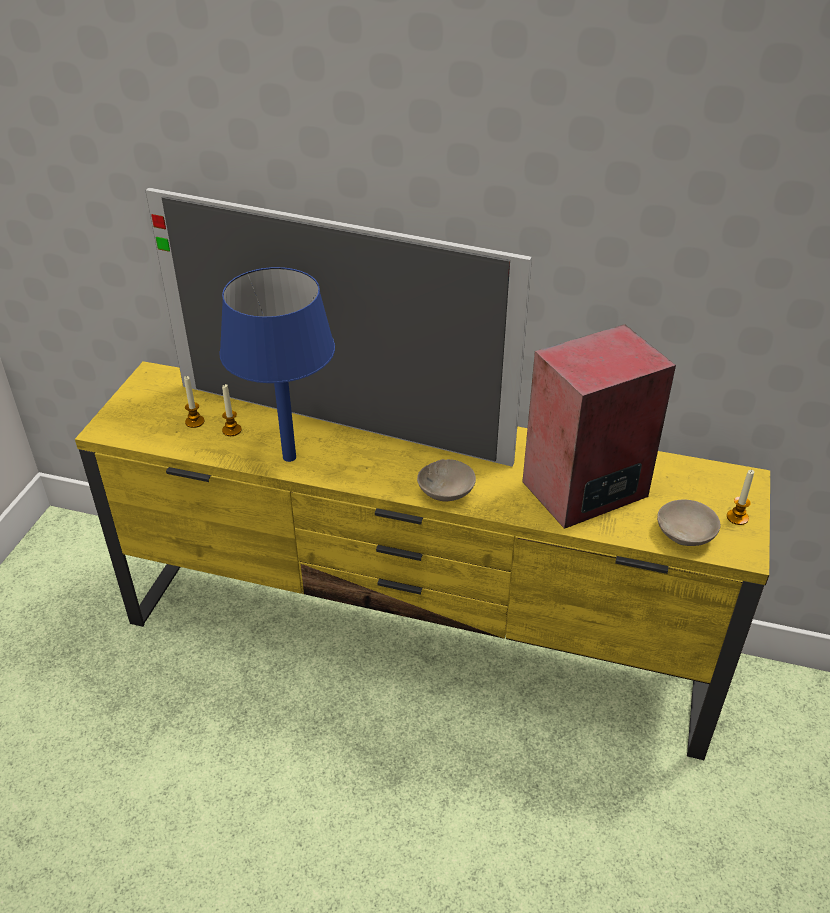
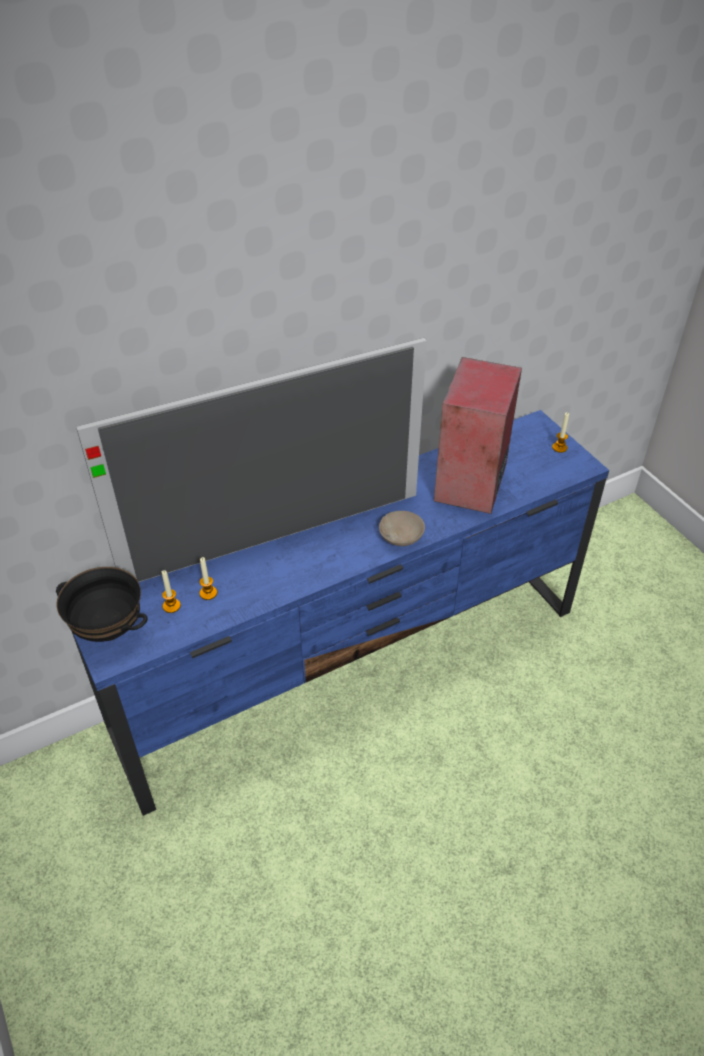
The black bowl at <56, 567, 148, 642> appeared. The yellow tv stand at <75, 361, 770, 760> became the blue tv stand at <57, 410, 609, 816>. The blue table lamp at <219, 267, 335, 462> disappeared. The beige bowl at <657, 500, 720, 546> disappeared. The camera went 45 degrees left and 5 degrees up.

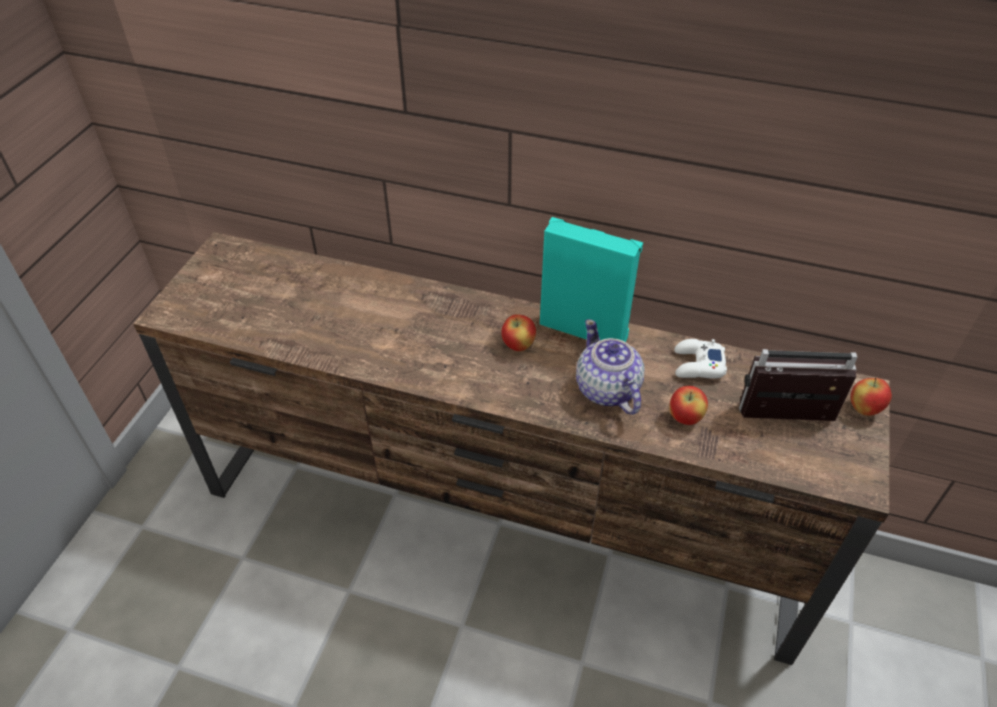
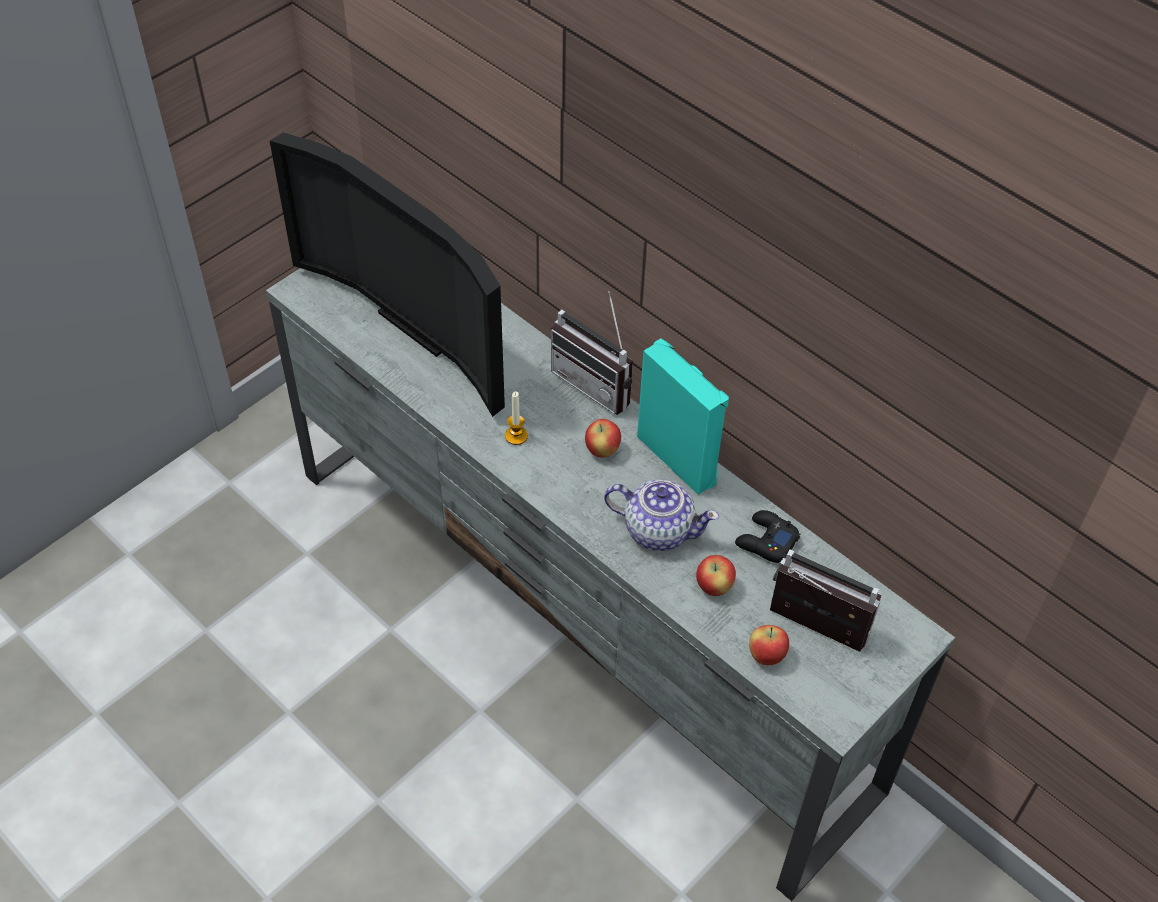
The brown tv stand at <133, 232, 890, 665> became the grey tv stand at <266, 268, 955, 902>. The television at <270, 133, 505, 417> appeared. The candle at <505, 391, 528, 445> appeared. The radio at <551, 291, 633, 415> appeared. The teapot at <576, 319, 644, 415> turned 105 degrees clockwise. The white game controller at <674, 339, 727, 379> became the black game controller at <735, 510, 800, 563>. The apple moved from <851, 378, 892, 416> to <749, 625, 789, 665>. The camera went 25 degrees right and 5 degrees up.

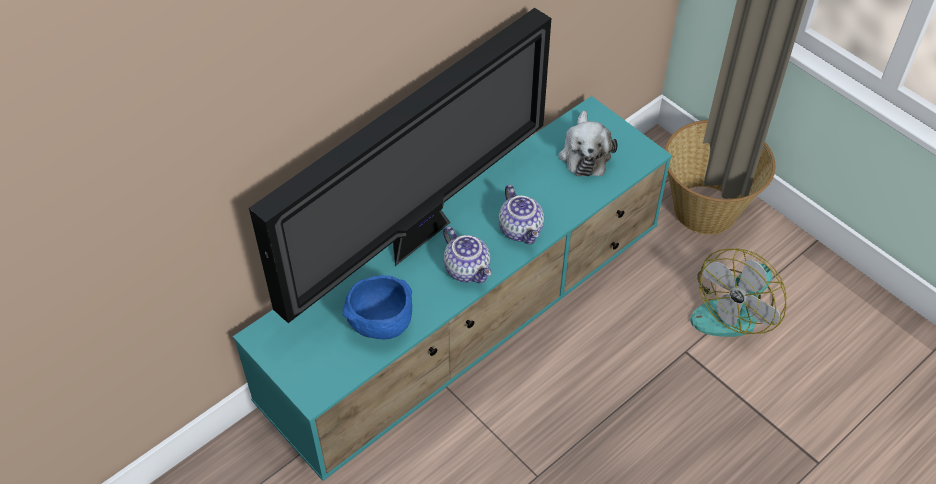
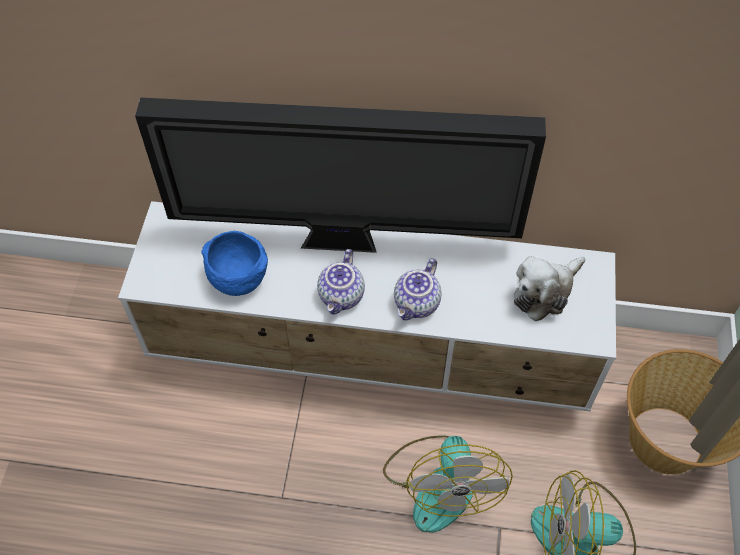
The turquoise tv stand at <233, 96, 672, 481> became the white tv stand at <118, 201, 616, 412>. The fan at <383, 436, 513, 533> appeared. The camera went 50 degrees right and 5 degrees up.

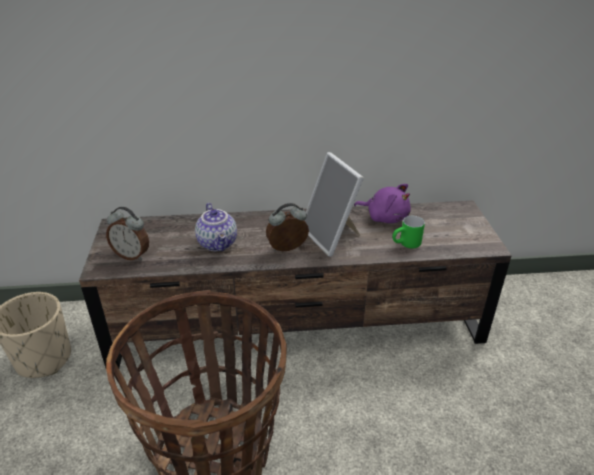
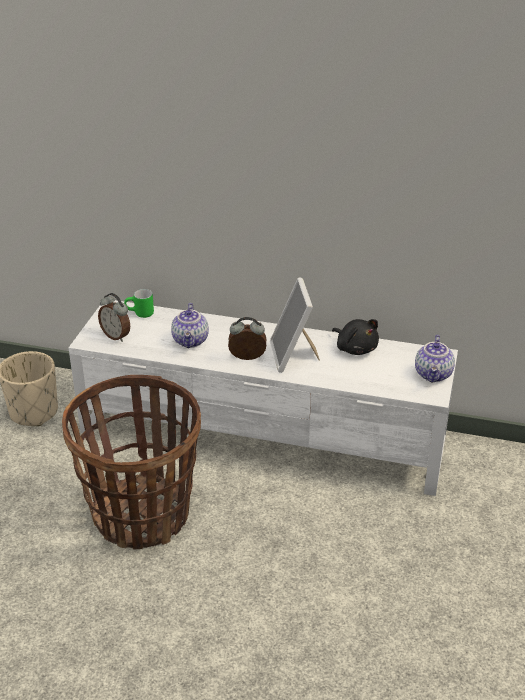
The brown tv stand at <79, 201, 512, 368> became the white tv stand at <69, 300, 458, 496>. The green mug moved from <392, 216, 425, 248> to <124, 289, 154, 318>. The purple plush toy at <354, 184, 411, 223> became the black plush toy at <332, 319, 379, 355>. The teapot at <415, 335, 455, 382> appeared. The camera went 20 degrees right and 0 degrees up.

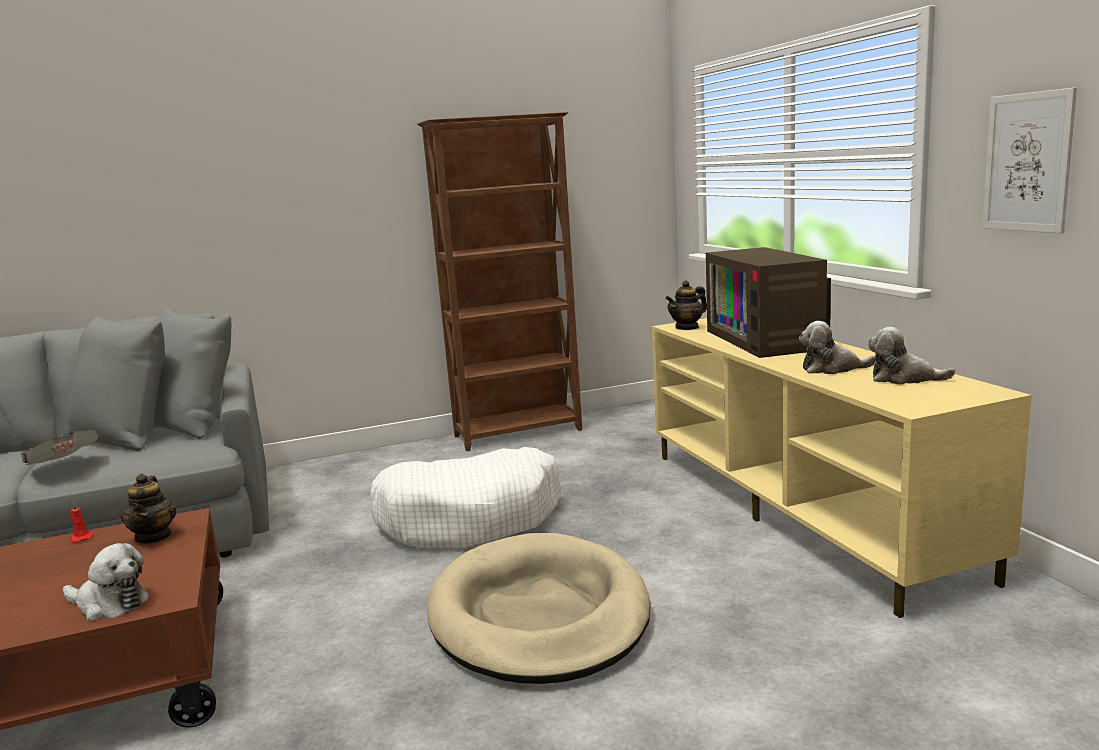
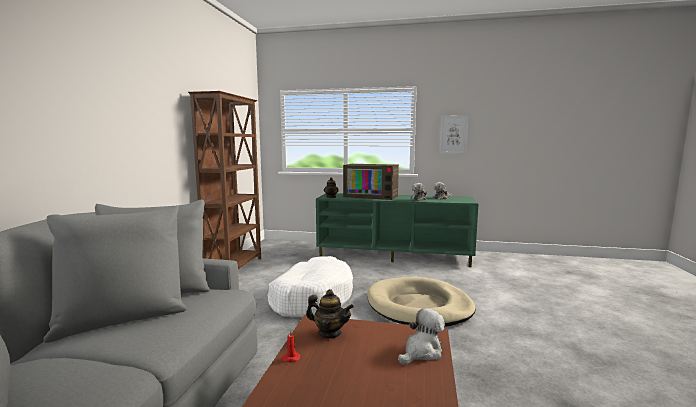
The beige tv stand at <652, 318, 1032, 618> became the green tv stand at <316, 193, 478, 267>. The newspaper at <21, 430, 100, 465> disappeared. The camera went 60 degrees left and 5 degrees down.

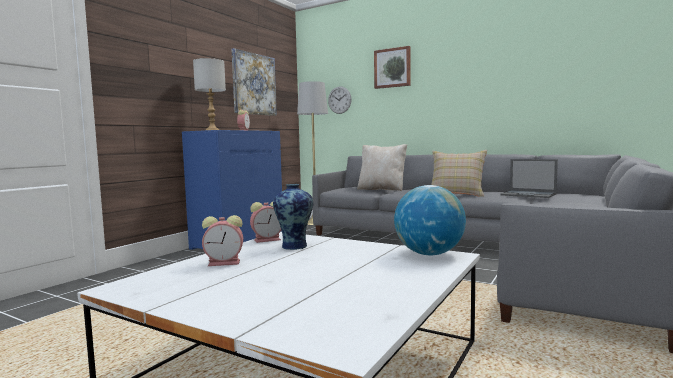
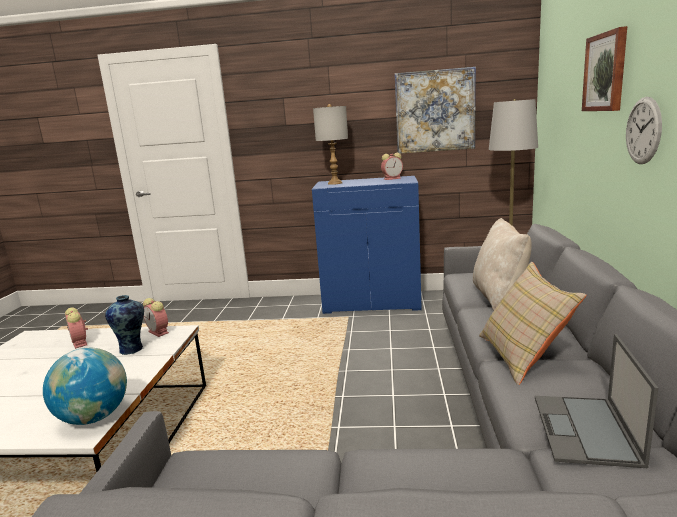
The wall clock moved from <328, 86, 352, 114> to <626, 97, 662, 164>. The camera went 65 degrees right and 10 degrees up.

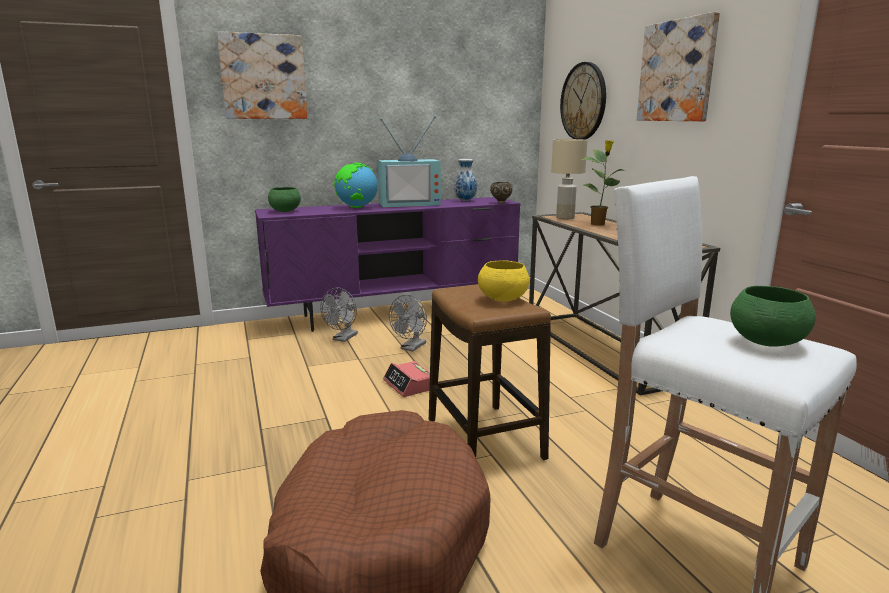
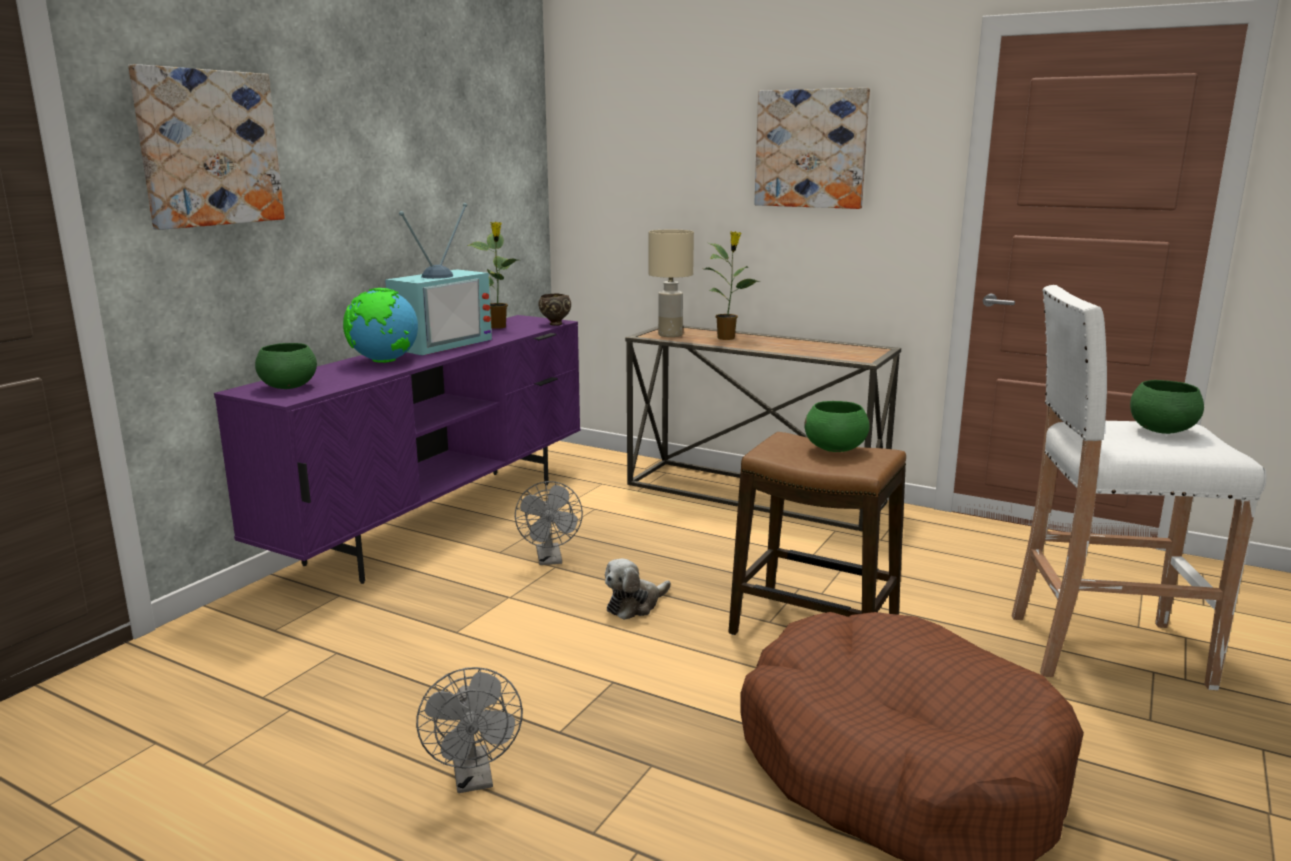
The grey fan moved from <320, 288, 358, 342> to <416, 667, 523, 793>. The vase at <454, 159, 477, 201> was replaced by the potted plant at <467, 222, 517, 329>. The alarm clock at <383, 361, 430, 397> was replaced by the plush toy at <605, 558, 671, 620>. The yellow bowl at <478, 260, 530, 302> became the green bowl at <804, 401, 870, 452>. The wall clock at <560, 62, 606, 140> disappeared. The camera went 40 degrees left and 0 degrees up.

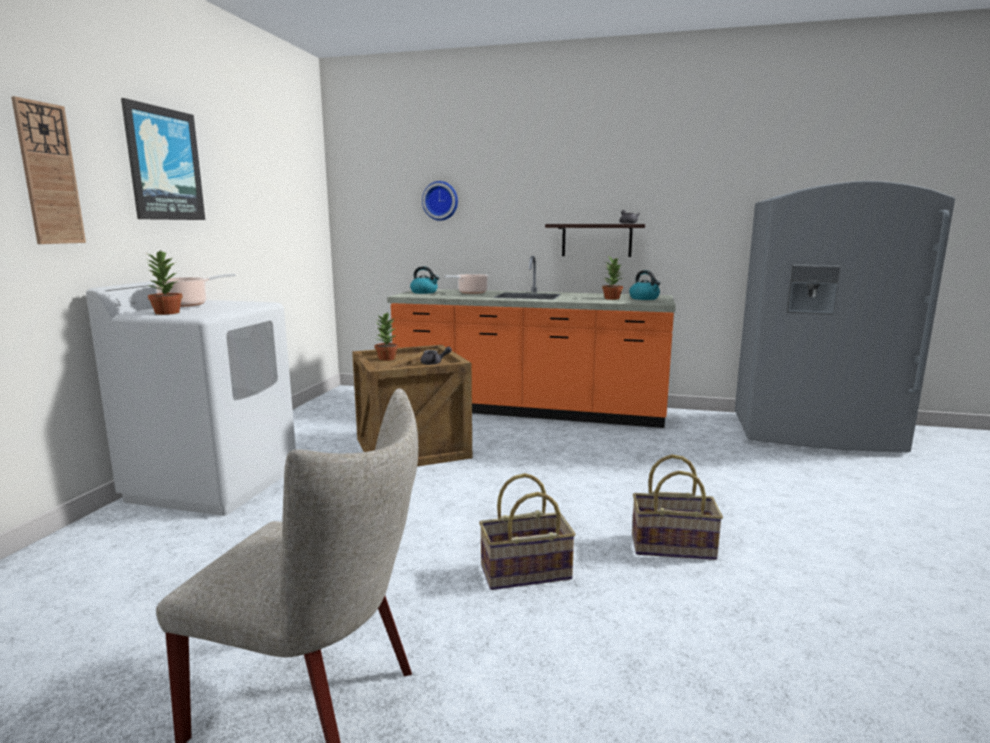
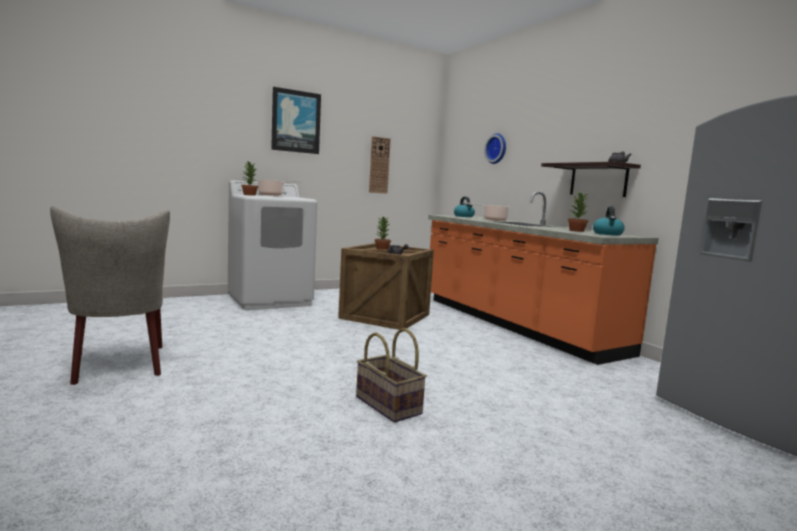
The wall clock moved from <11, 96, 86, 244> to <369, 136, 391, 194>. The basket at <479, 473, 576, 590> disappeared. The camera went 45 degrees right and 5 degrees down.

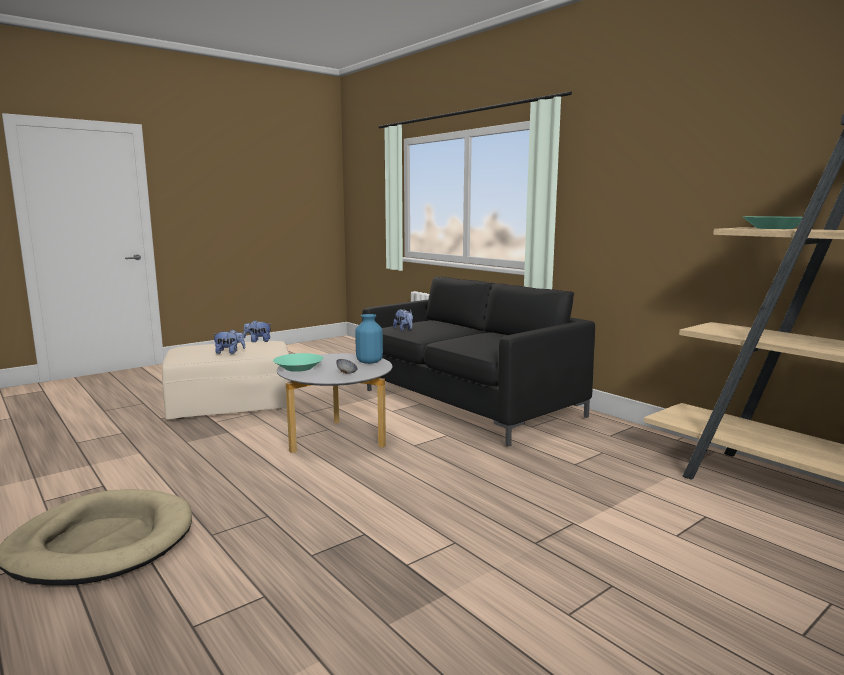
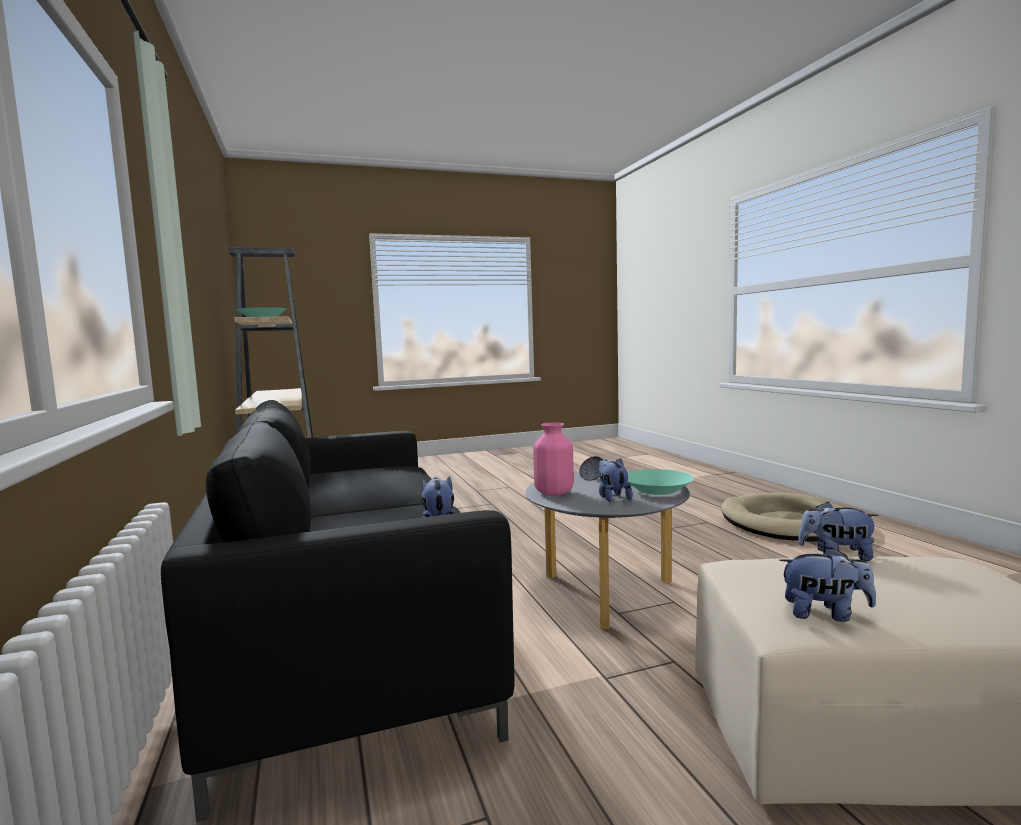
The blue vase at <355, 314, 383, 364> became the pink vase at <533, 422, 574, 496>. The plush toy at <599, 458, 633, 502> appeared. The camera went 160 degrees left and 5 degrees down.

